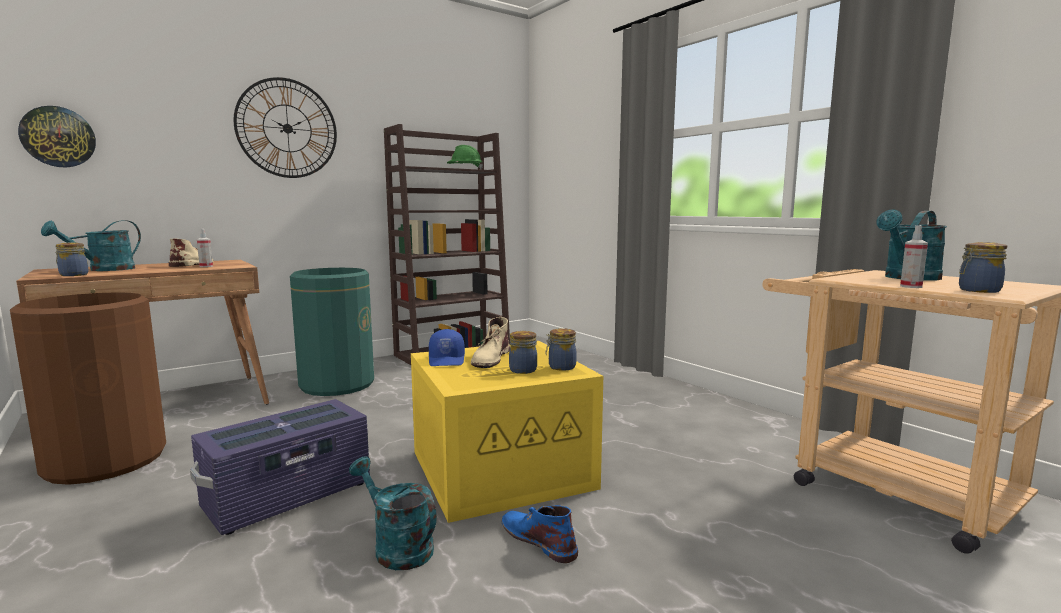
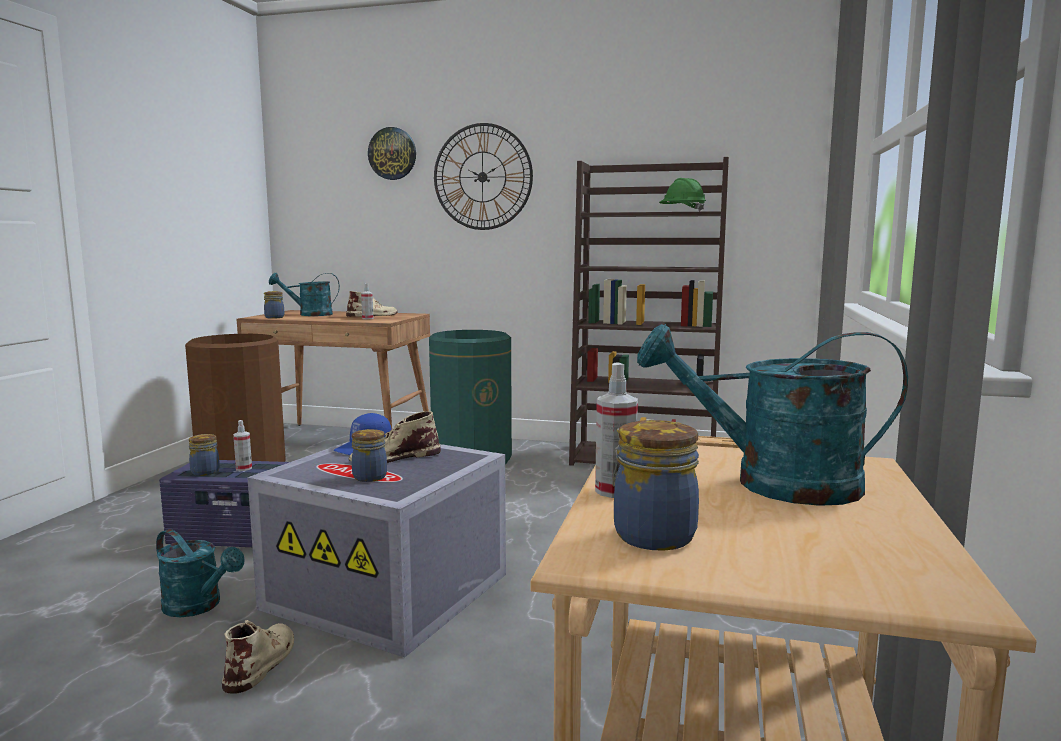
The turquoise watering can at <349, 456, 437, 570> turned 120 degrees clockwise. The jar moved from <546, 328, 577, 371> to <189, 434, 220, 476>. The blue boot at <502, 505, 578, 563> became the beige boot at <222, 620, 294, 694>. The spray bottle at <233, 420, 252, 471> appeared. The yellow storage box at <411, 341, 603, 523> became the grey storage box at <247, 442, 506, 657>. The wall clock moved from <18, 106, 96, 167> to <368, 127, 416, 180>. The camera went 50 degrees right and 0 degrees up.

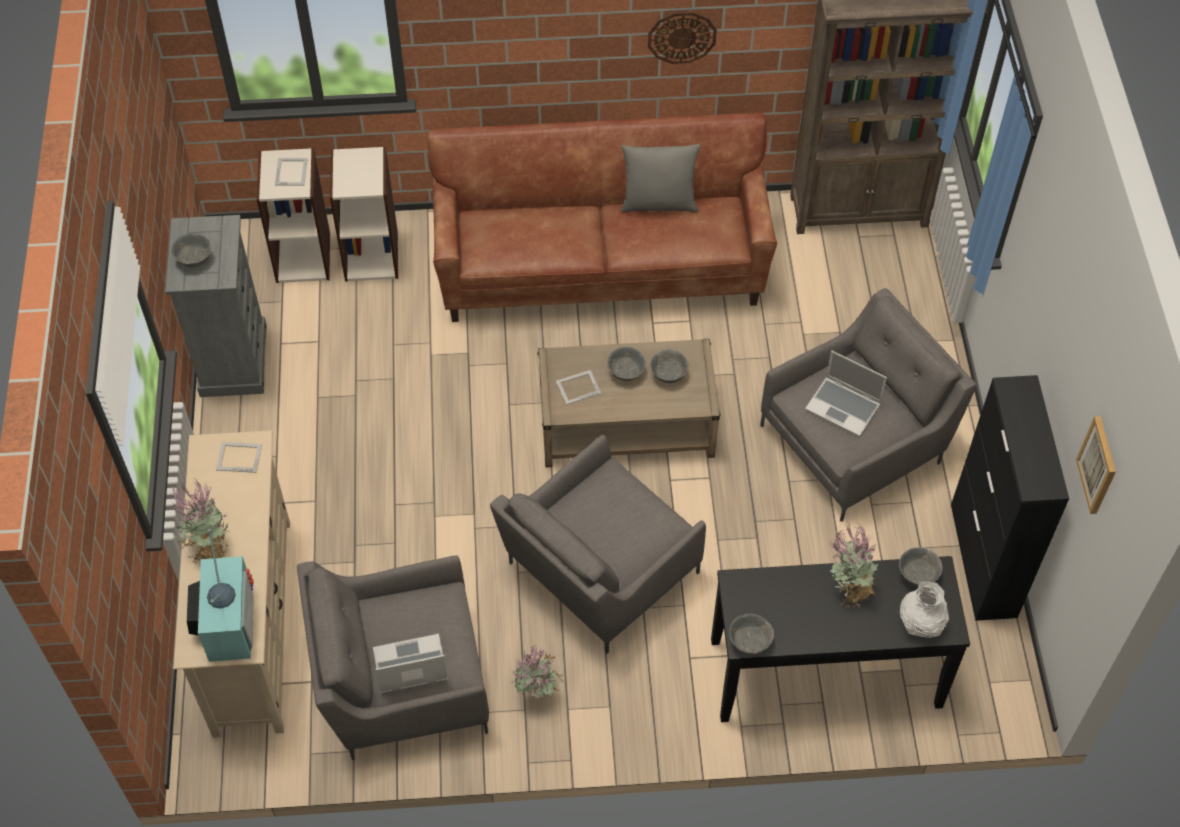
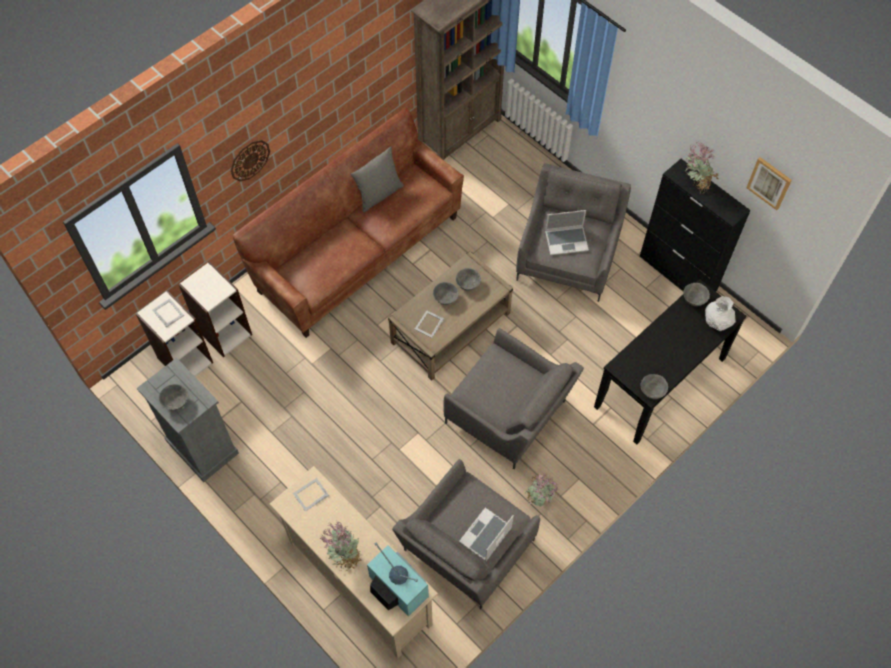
The wall clock moved from <648, 12, 717, 64> to <231, 140, 270, 181>. The grey armchair at <490, 435, 706, 654> turned 60 degrees counterclockwise. The potted plant moved from <830, 523, 878, 608> to <686, 142, 719, 194>. The camera went 40 degrees left and 5 degrees up.

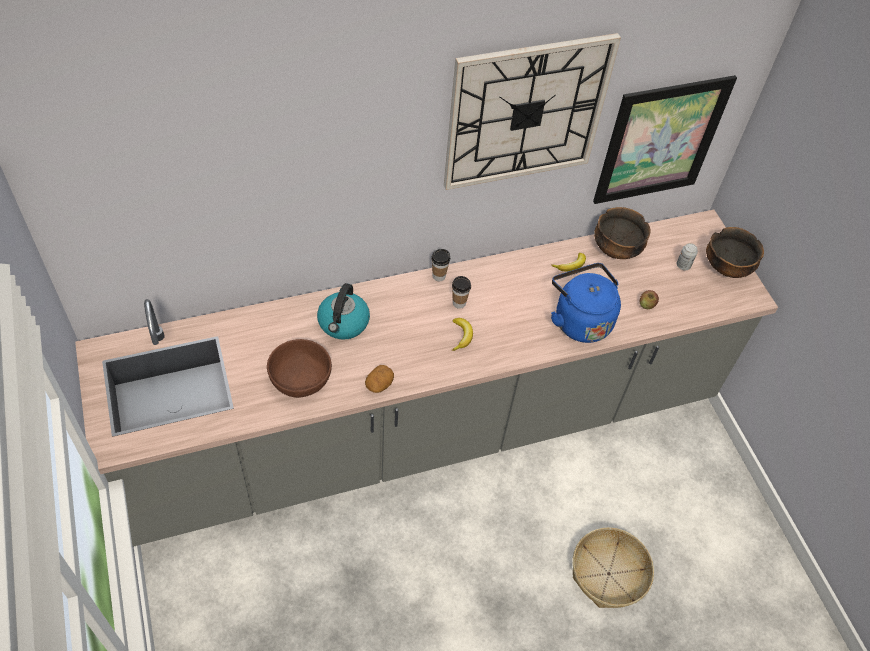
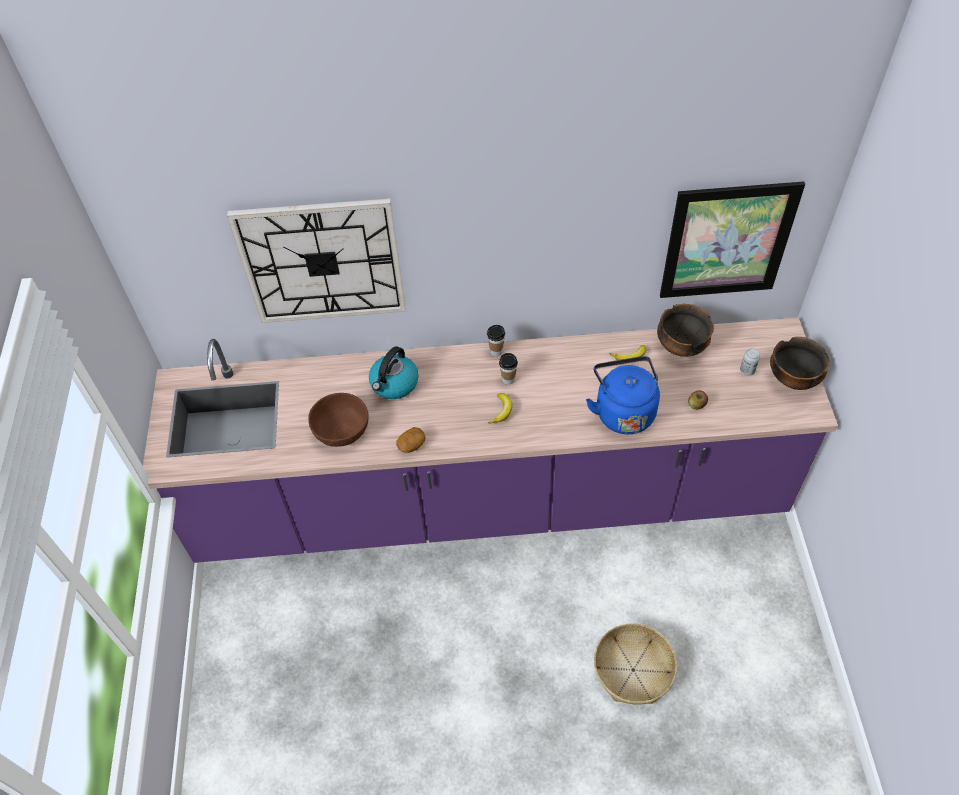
The grey counter at <75, 210, 778, 547> became the purple counter at <143, 317, 838, 563>. The wall clock moved from <444, 33, 621, 190> to <227, 198, 406, 323>. The camera went 20 degrees right and 0 degrees up.

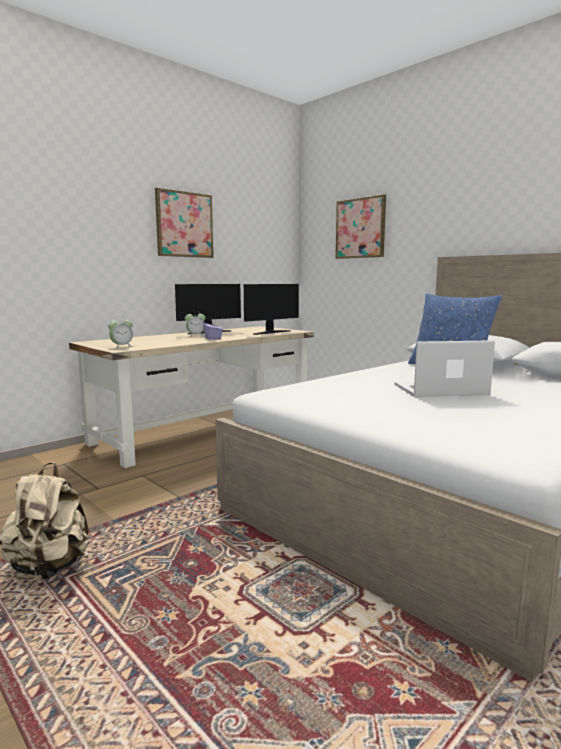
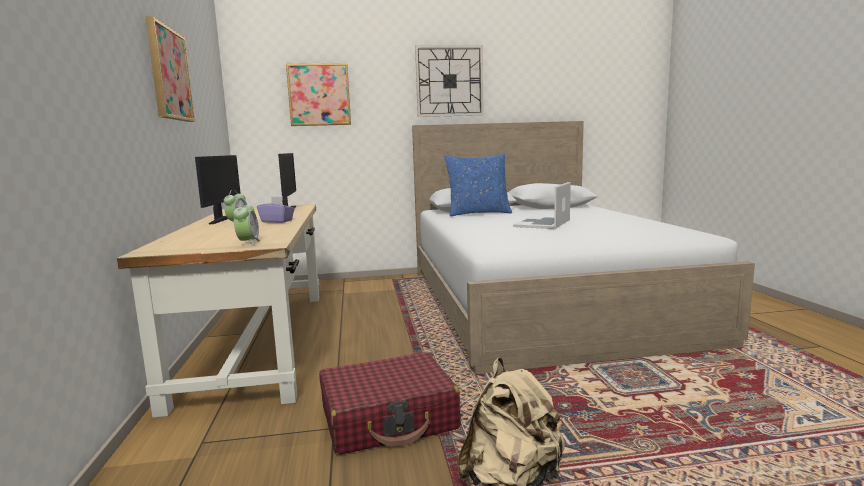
The red suitcase at <319, 352, 461, 455> appeared. The wall clock at <415, 45, 483, 117> appeared. The camera went 55 degrees left and 0 degrees up.

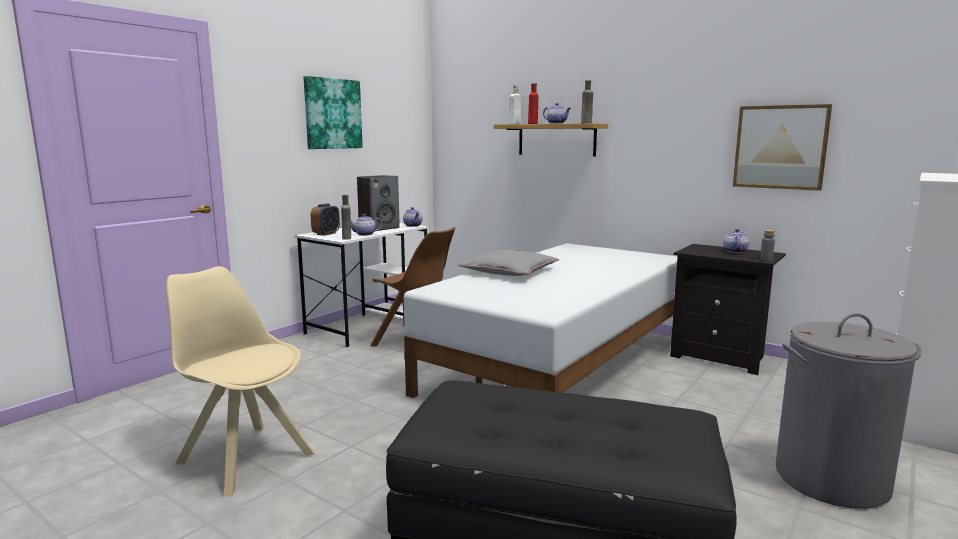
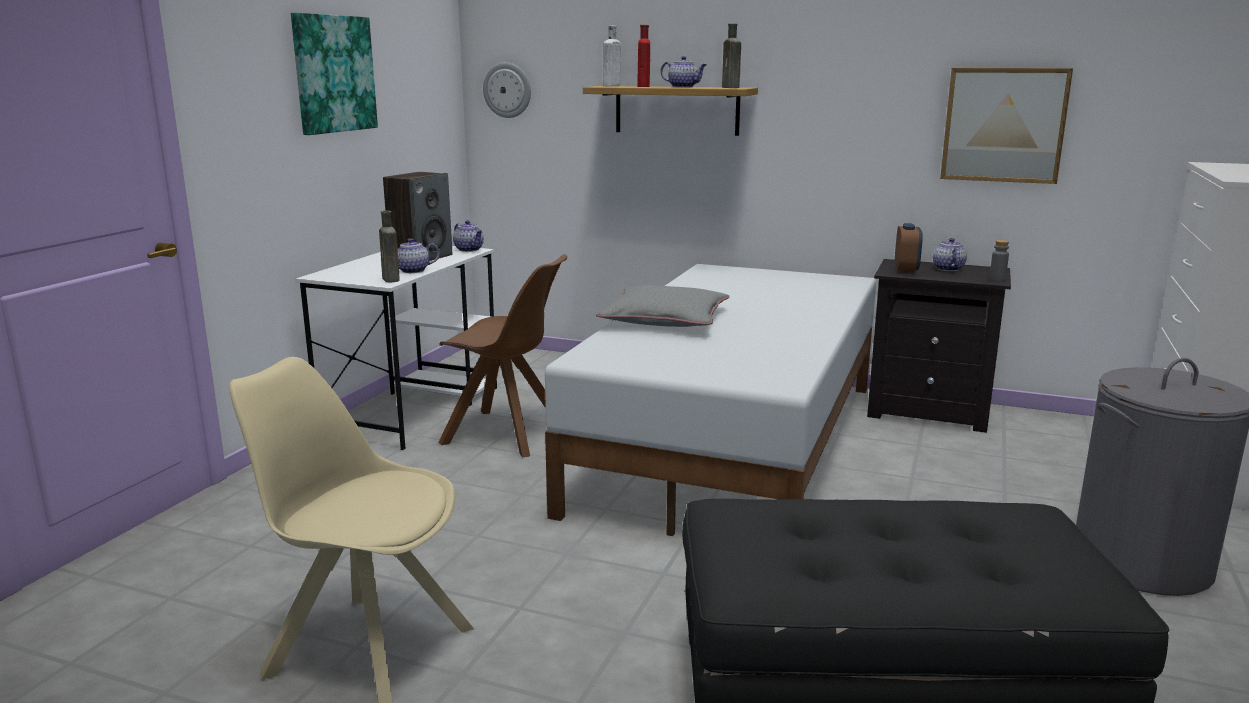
The wall clock at <483, 62, 531, 118> appeared. The alarm clock moved from <311, 204, 340, 236> to <895, 223, 923, 273>. The camera went 15 degrees left and 5 degrees up.

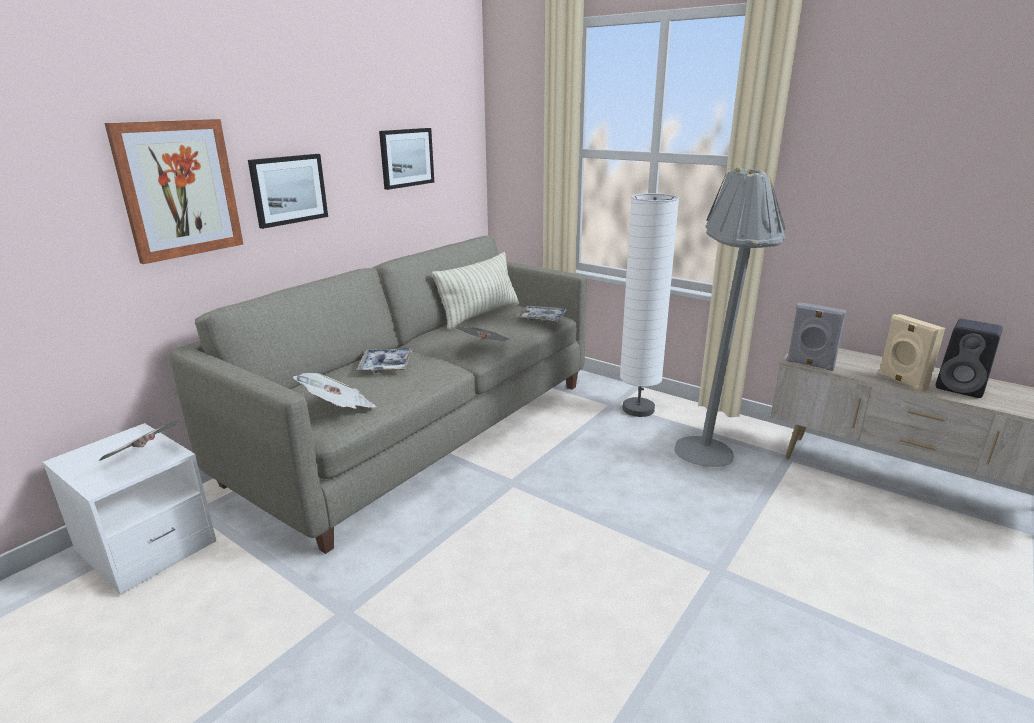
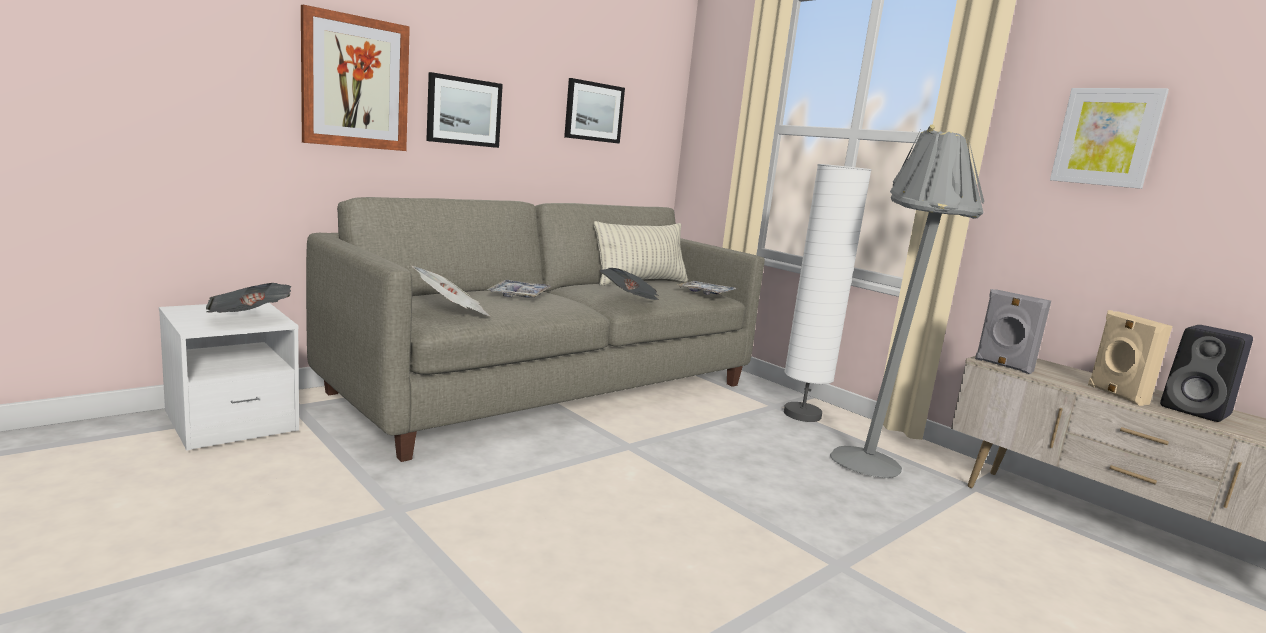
The picture at <1050, 88, 1169, 189> appeared. The camera went 10 degrees right and 10 degrees down.

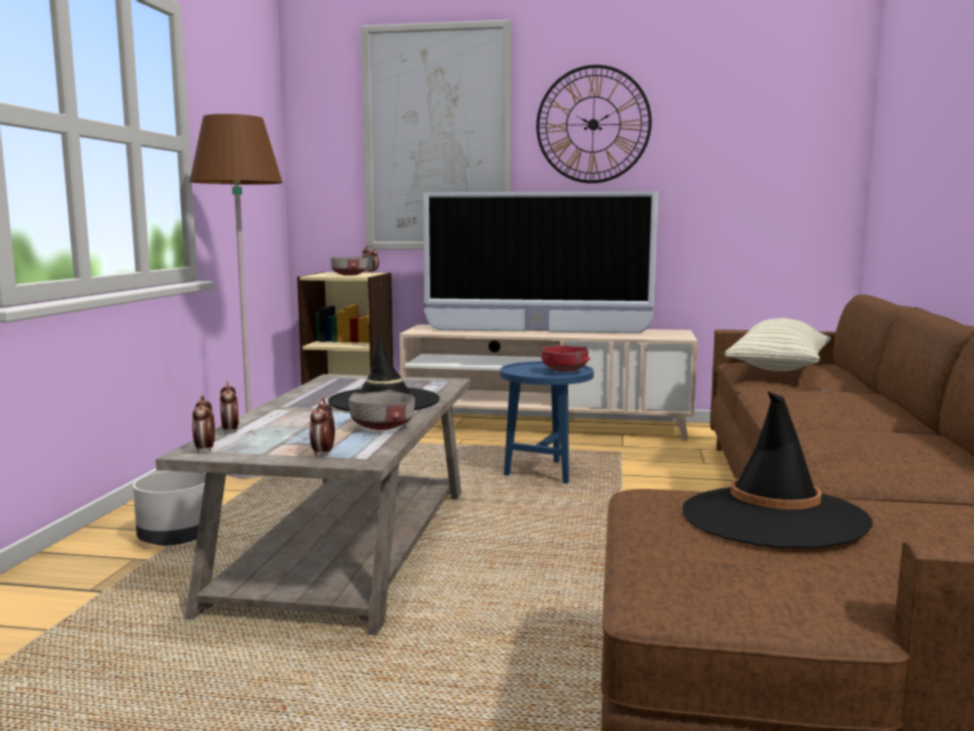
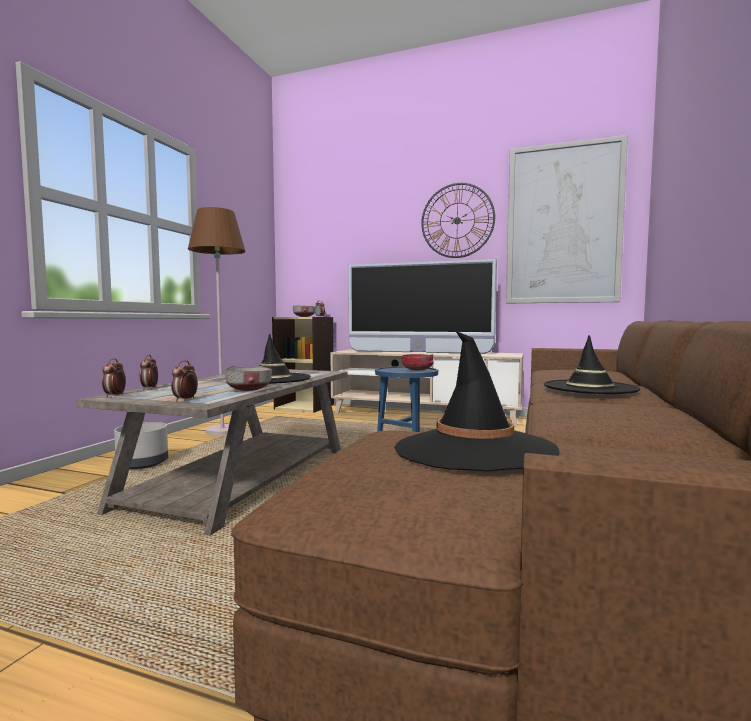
The picture moved from <361, 20, 512, 250> to <506, 135, 628, 303>. The black hat at <544, 335, 640, 394> appeared. The pillow at <725, 318, 831, 371> disappeared. The camera went 10 degrees right and 5 degrees down.

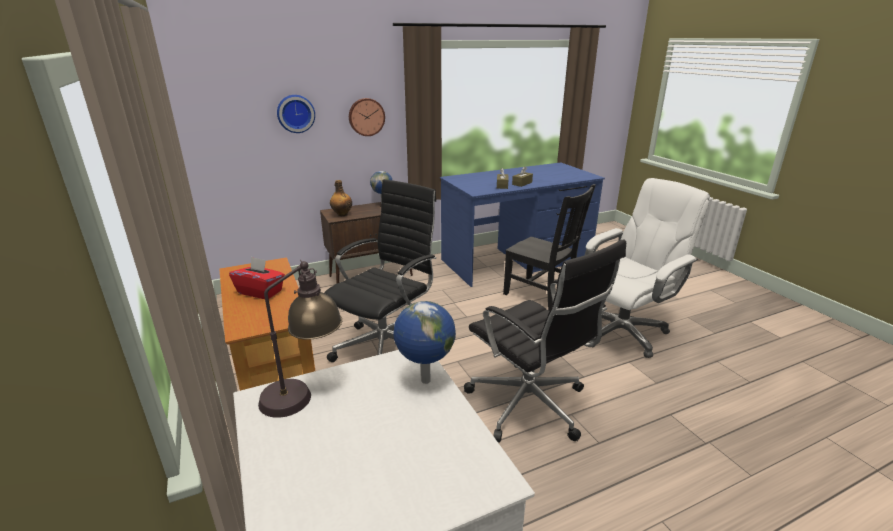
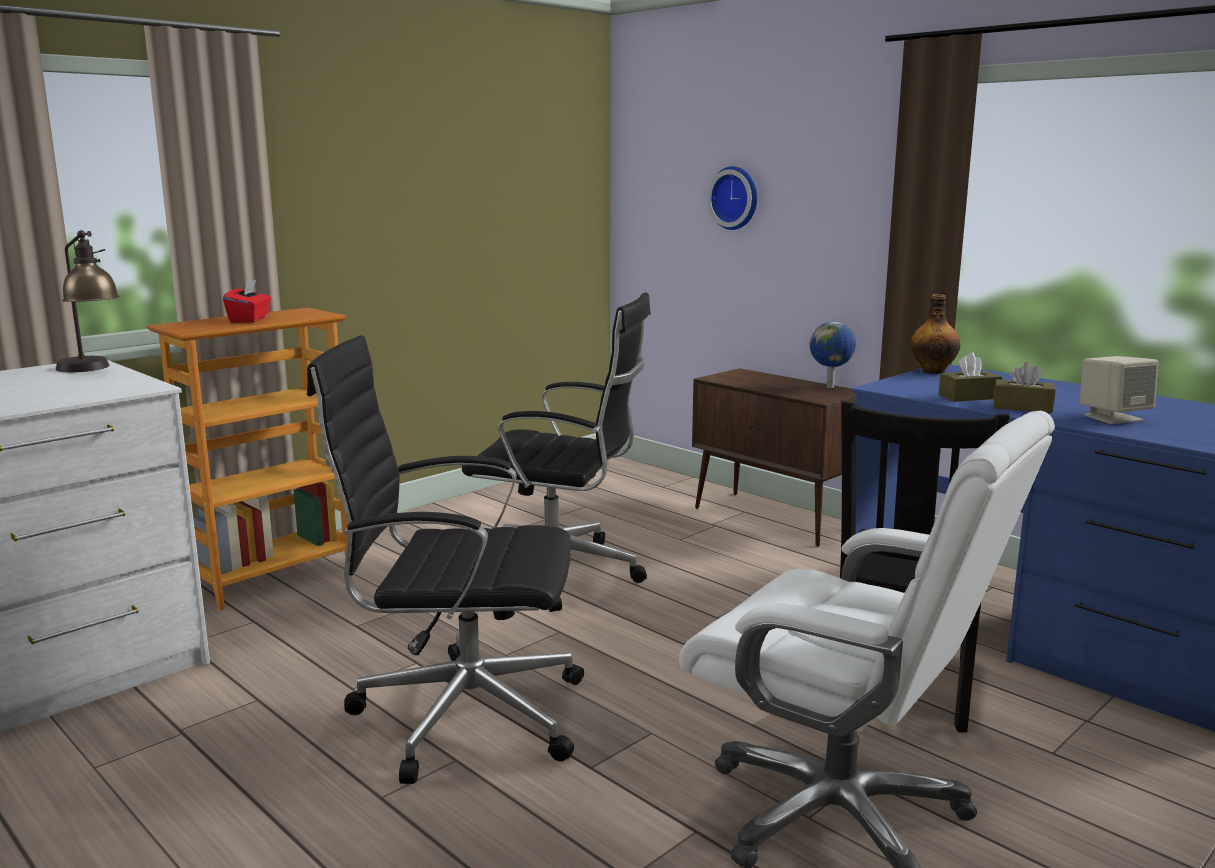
The black office chair at <464, 239, 626, 443> turned 60 degrees clockwise. The bottle moved from <330, 180, 352, 216> to <910, 294, 961, 374>. The beige speaker at <1080, 356, 1158, 424> appeared. The wall clock at <349, 98, 385, 136> disappeared. The globe at <394, 301, 456, 384> disappeared. The camera went 70 degrees right and 10 degrees down.

